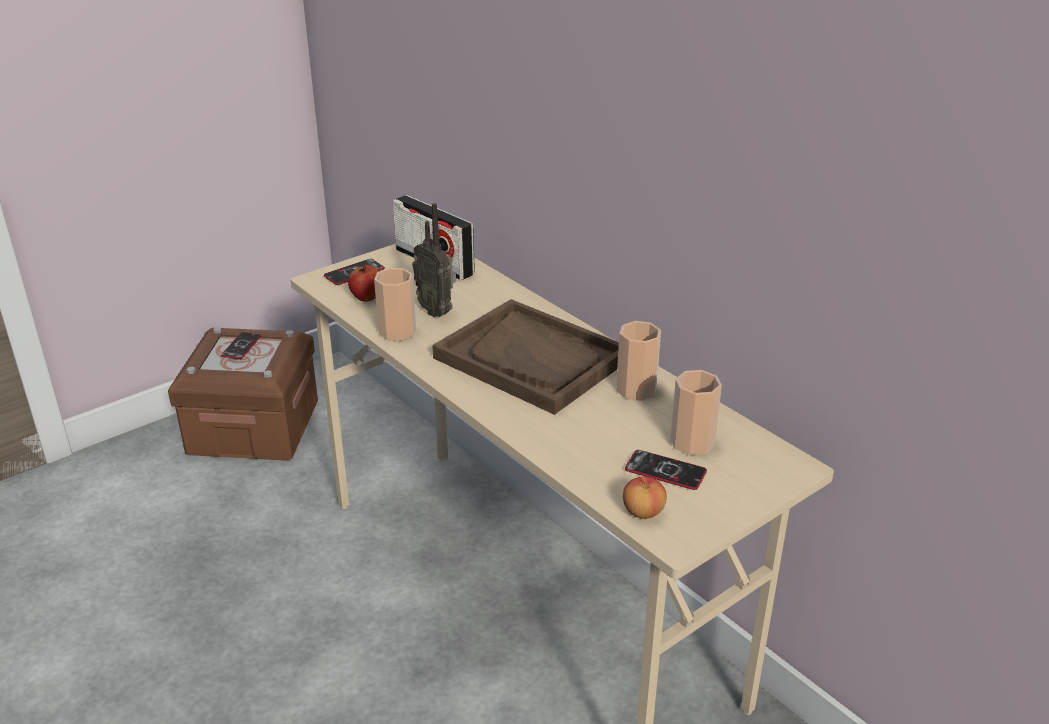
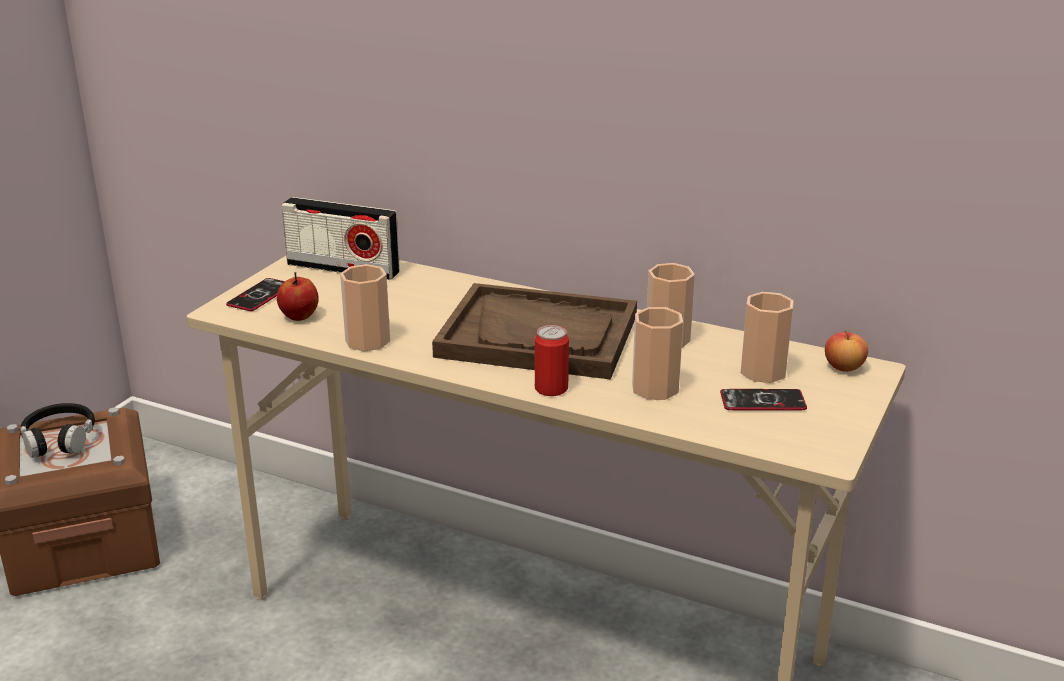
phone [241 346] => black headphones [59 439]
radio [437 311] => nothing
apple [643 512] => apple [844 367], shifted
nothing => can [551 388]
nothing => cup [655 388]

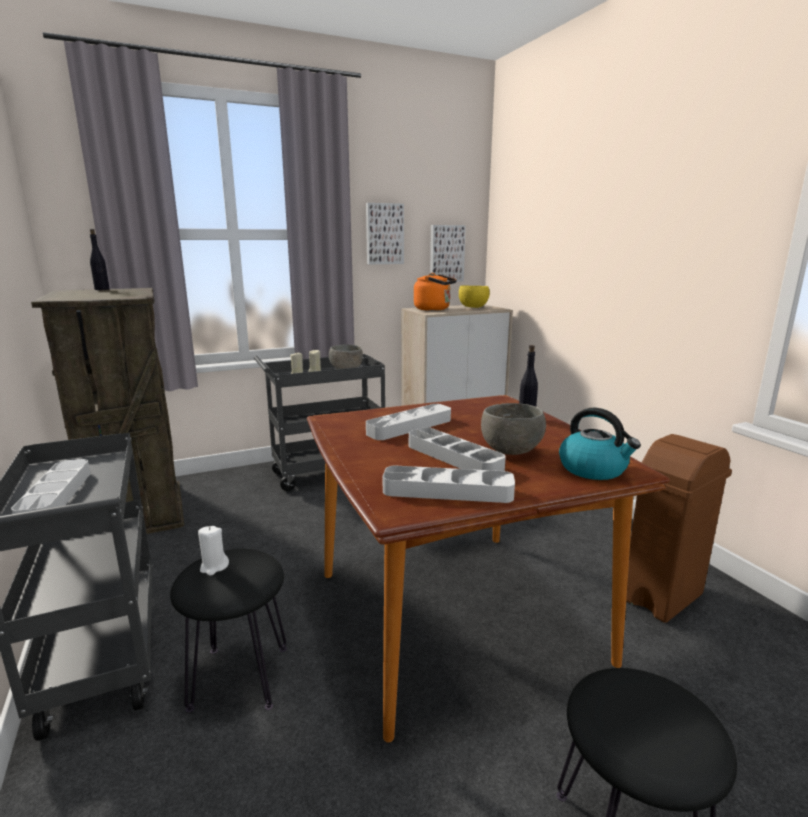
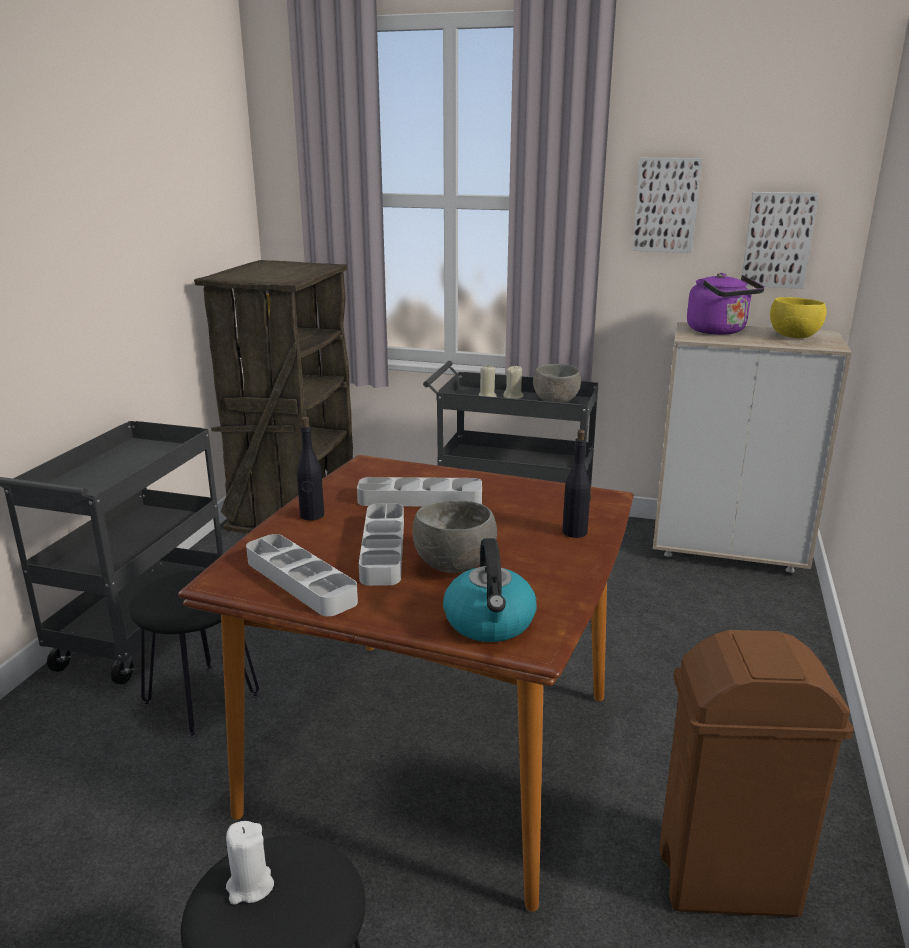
grey tray [56 496] => nothing
black bottle [102 289] => black bottle [312 515], shifted
white candle [214 567] => white candle [250 886], shifted
orange kettle [434 309] => purple kettle [719 331]

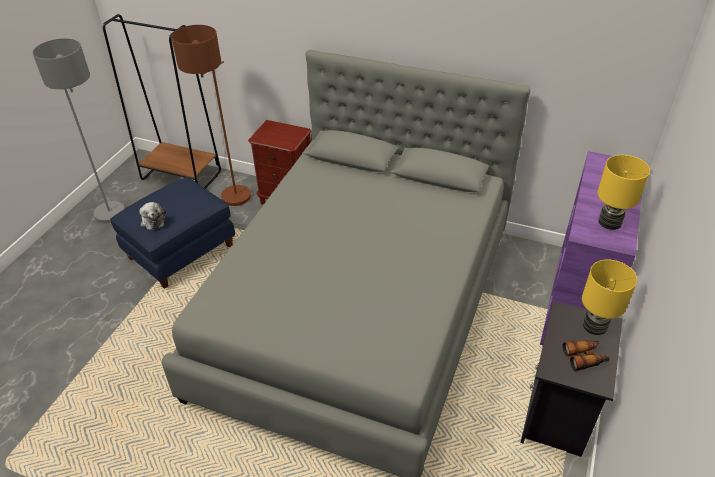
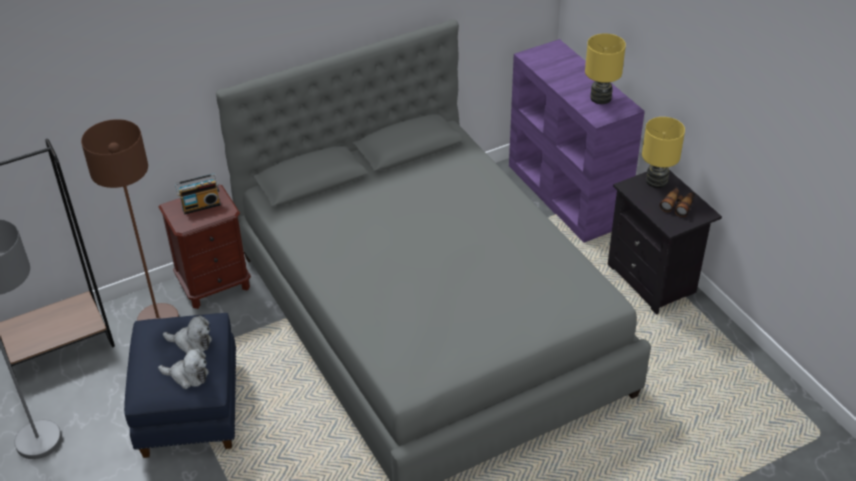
nothing => plush toy [191 343]
nothing => radio [201 205]

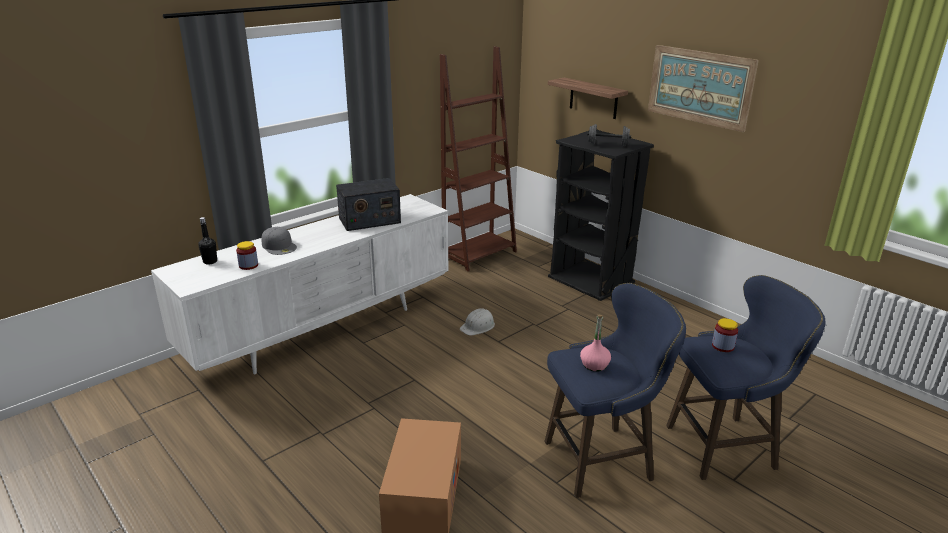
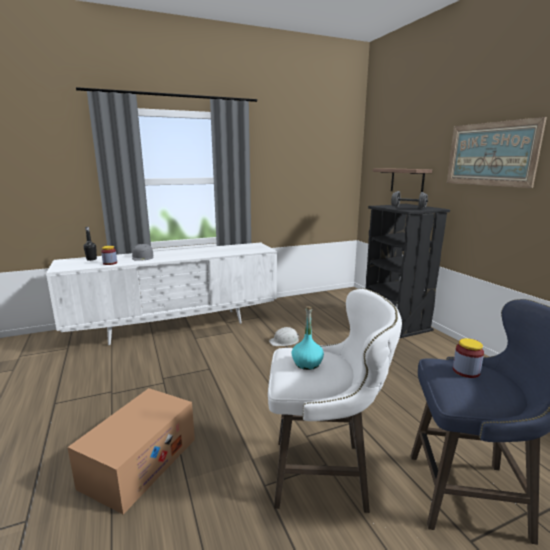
radio [369 220] => nothing
brown bookcase [479 255] => nothing
blue stool [602 459] => white stool [325 474]
pink bottle [594 365] => turquoise bottle [307 363]

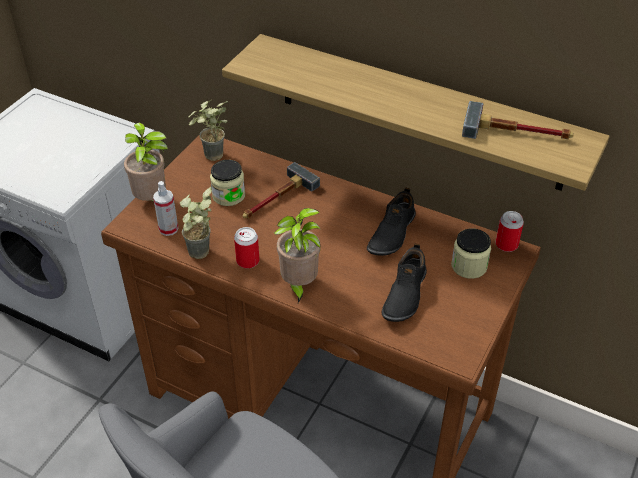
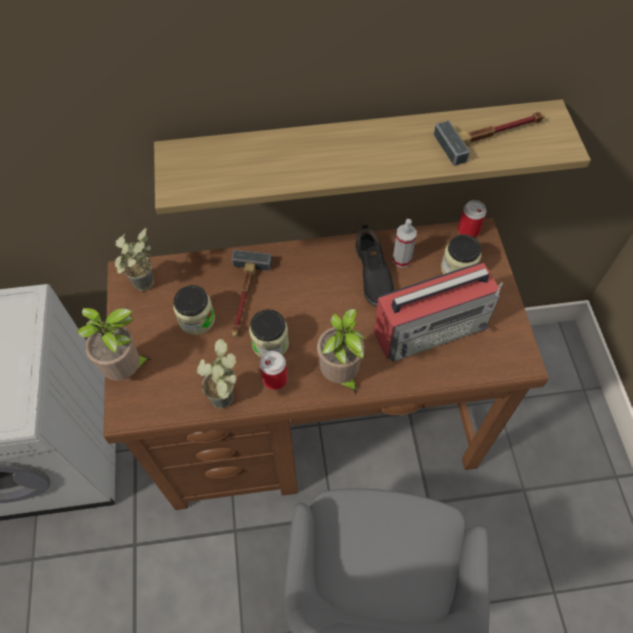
spray bottle [168 229] => spray bottle [401 259], shifted
black shoe [404 294] => radio [431 328]
nothing => jar [270 343]

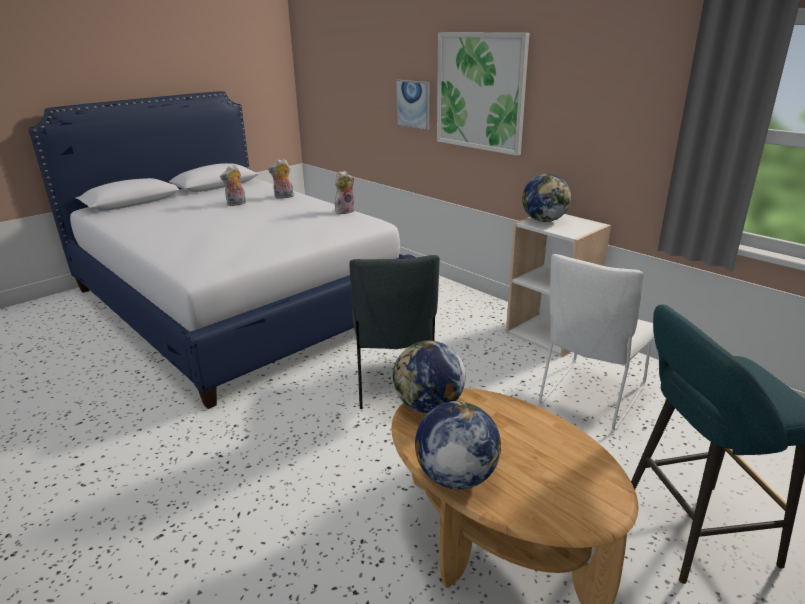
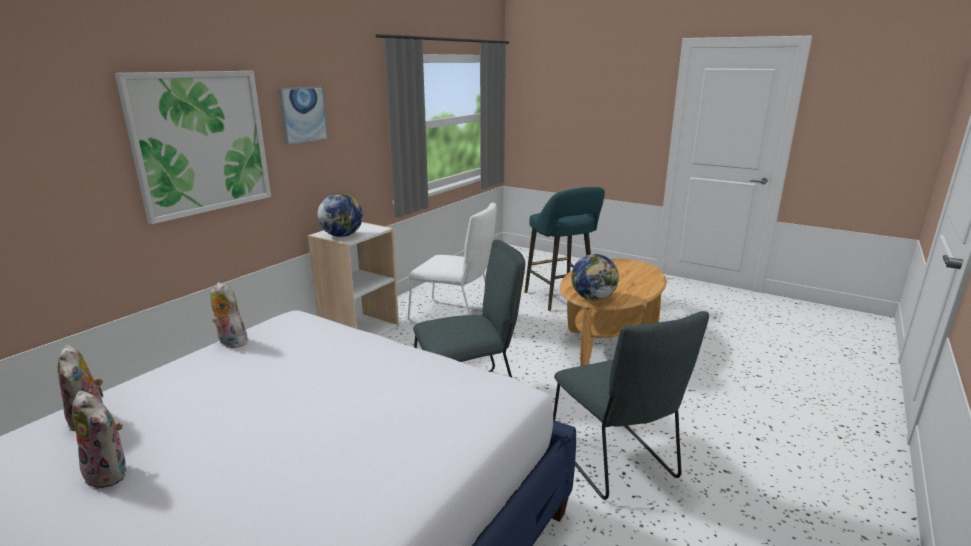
picture [413 104] => picture [302 114], shifted
globe [455 477] => nothing
nothing => grey chair [615 461]

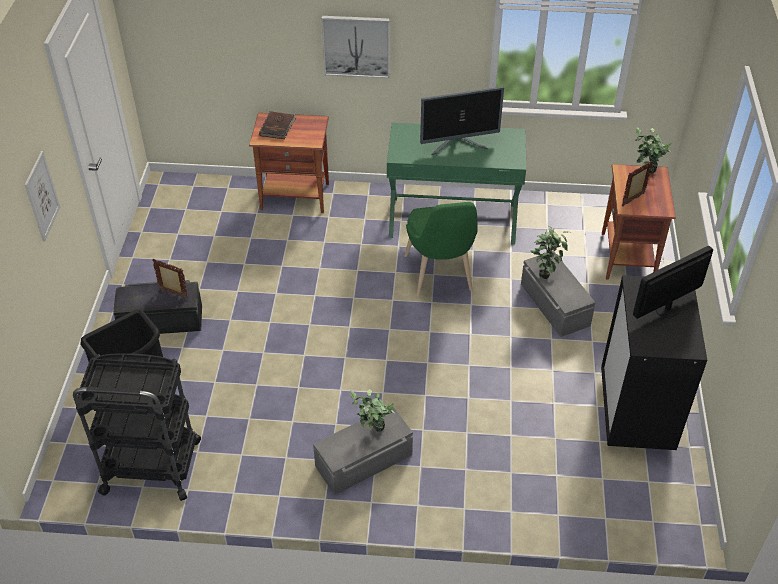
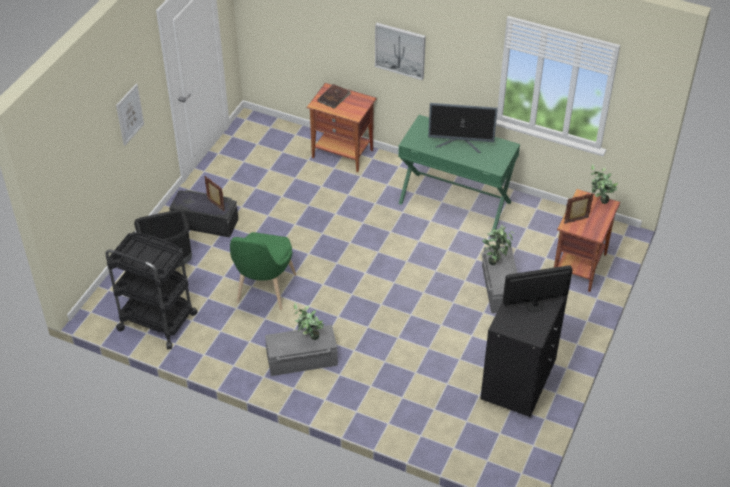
green chair [440 277] => green chair [264 292], shifted

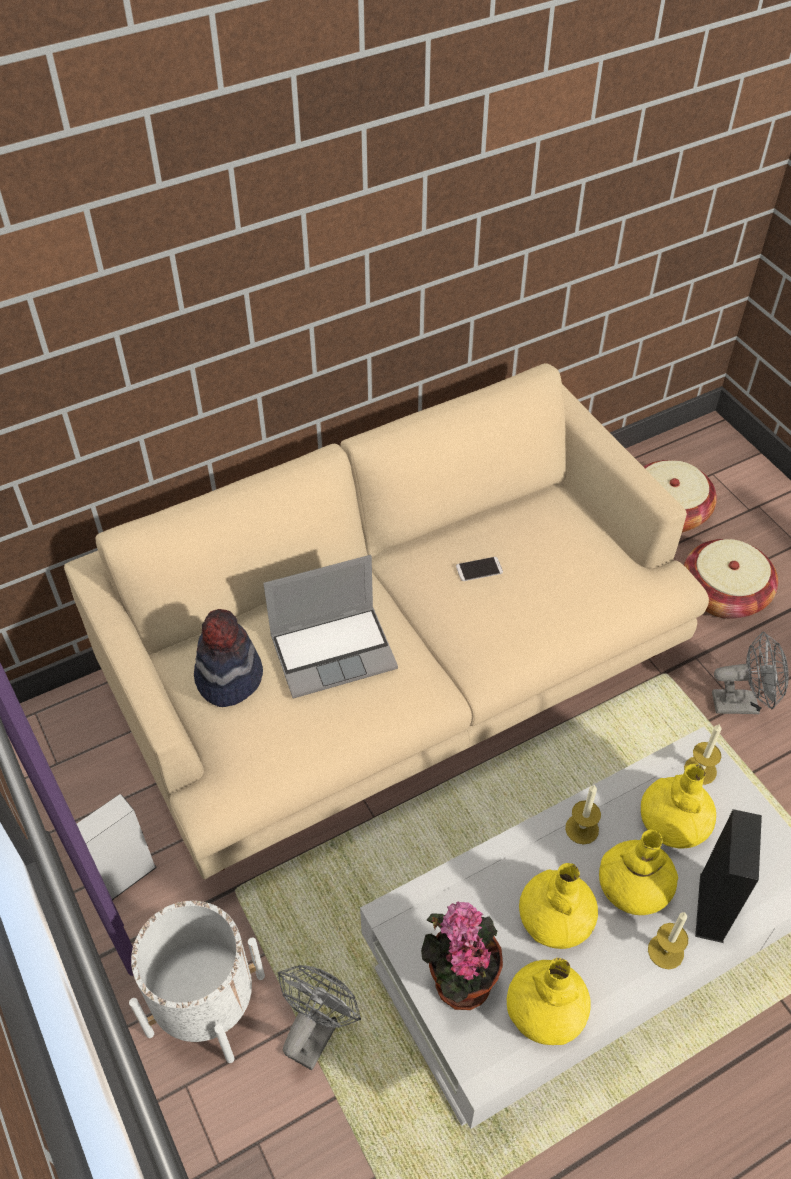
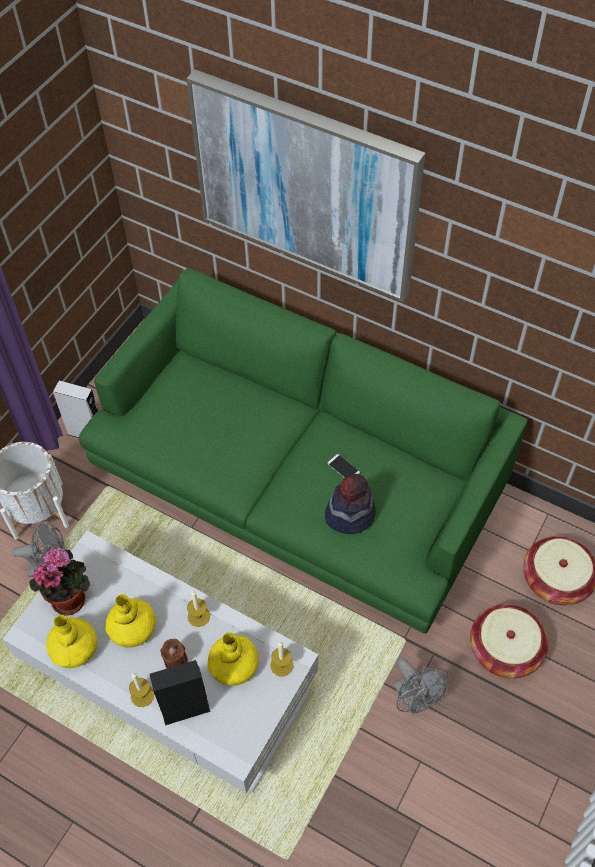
beige sofa [393 670] => green sofa [299 484]
hat [228 677] => hat [350 514], shifted
laptop [334 651] => nothing
yellow vase [634 886] => brown candle [176 661]
nothing => picture [306 185]

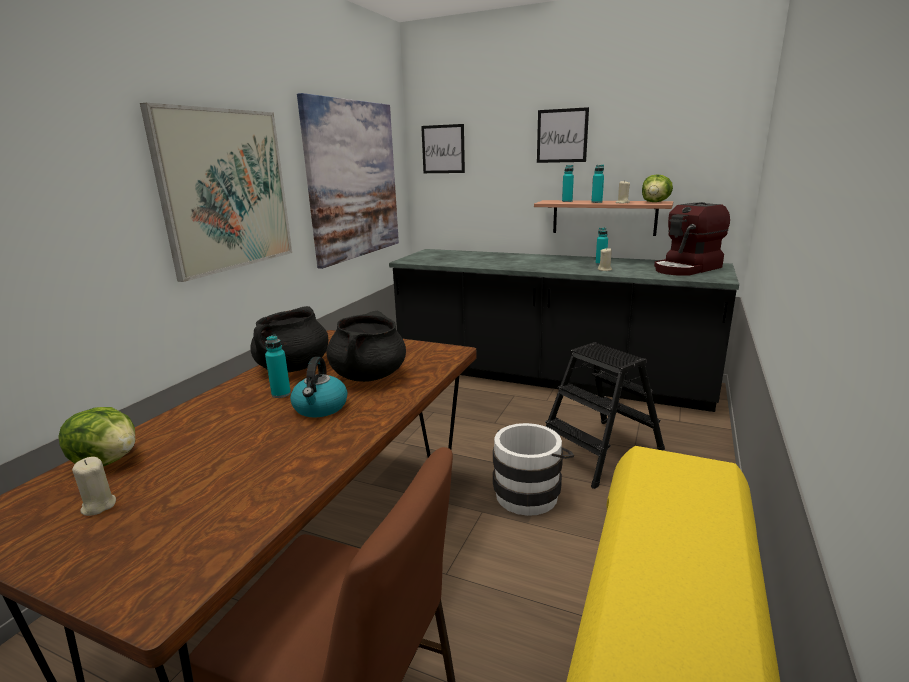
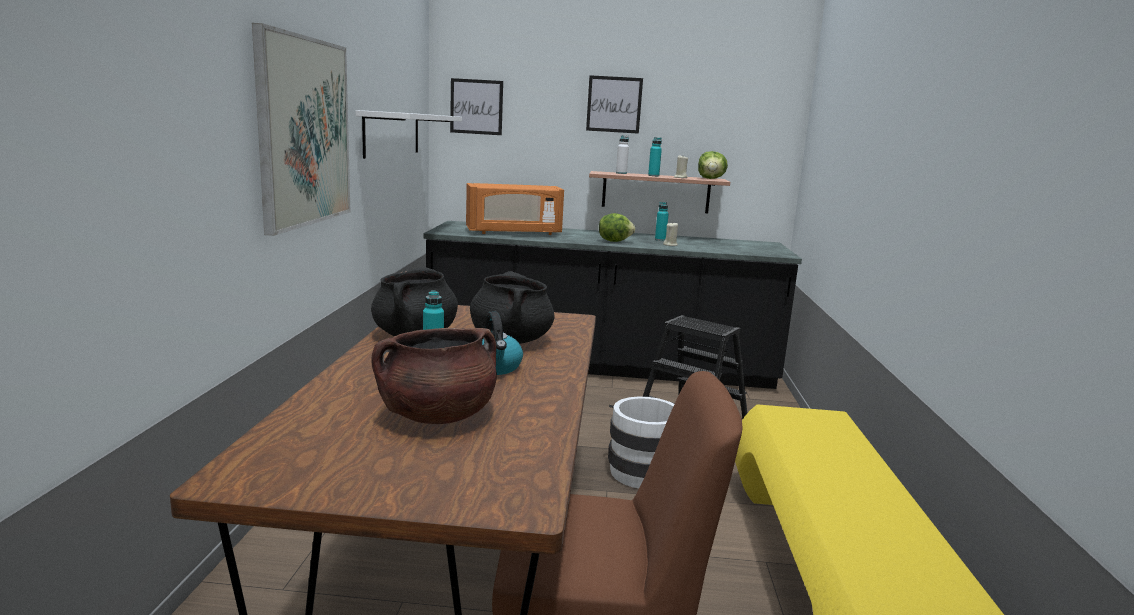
lettuce [108 460] => lettuce [614 241], shifted
beige candle [98 506] => nothing
picture [353 180] => white shelf [392 134]
turquoise bottle [567 201] => white bottle [621 173]
coffee machine [687 269] => nothing
nothing => brown cooking pot [437 416]
nothing => orange microwave [514 232]

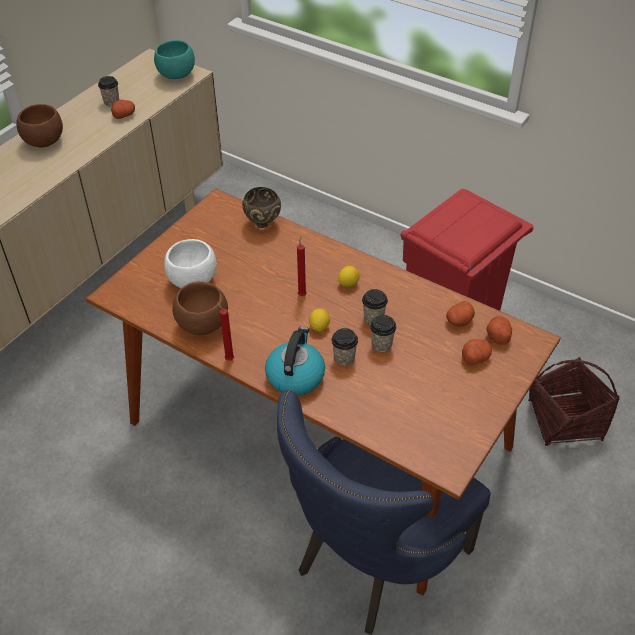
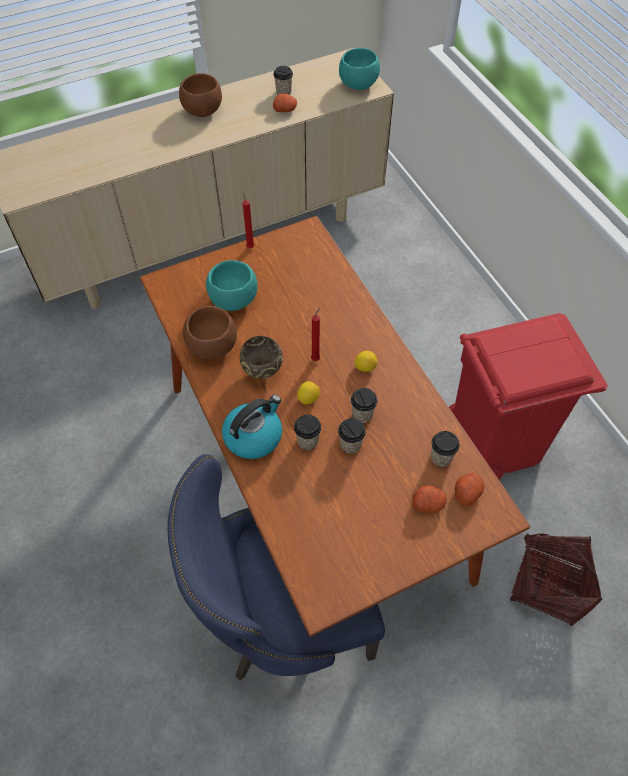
white bowl [192 281] => turquoise bowl [233 300]
red candle [228 358] => red candle [250 246], shifted
brown bowl [263 223] => brown bowl [262 373], shifted
potato [459 321] => cup [441 457]

